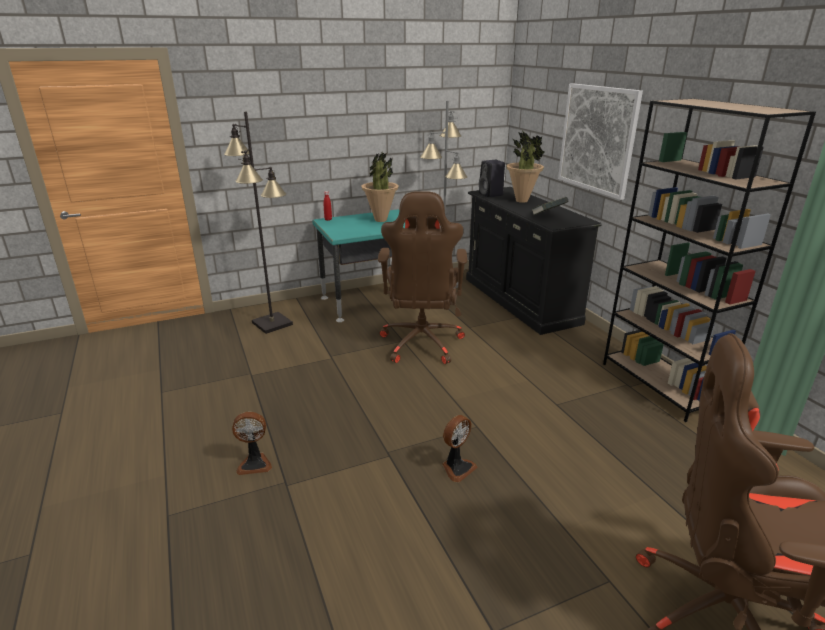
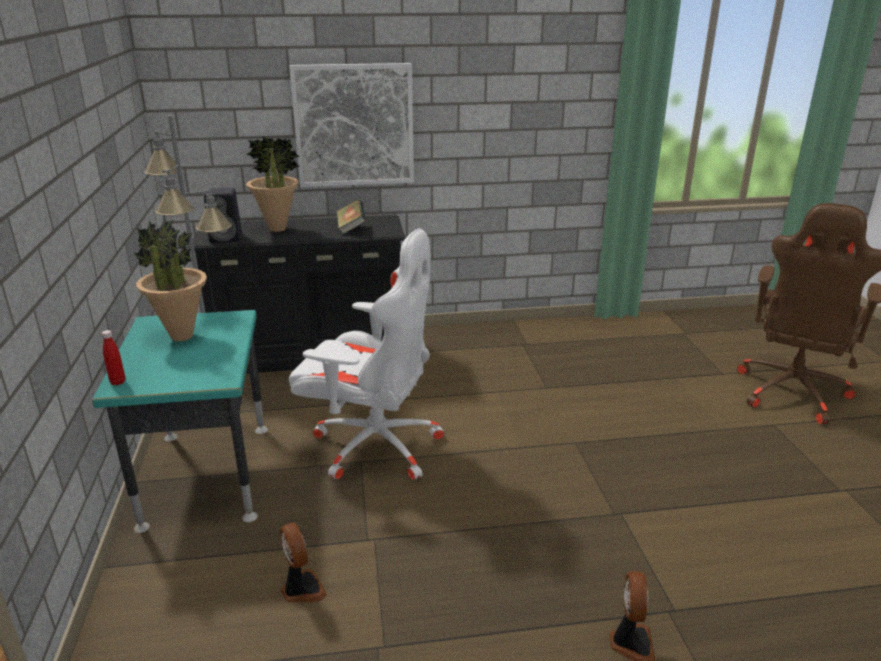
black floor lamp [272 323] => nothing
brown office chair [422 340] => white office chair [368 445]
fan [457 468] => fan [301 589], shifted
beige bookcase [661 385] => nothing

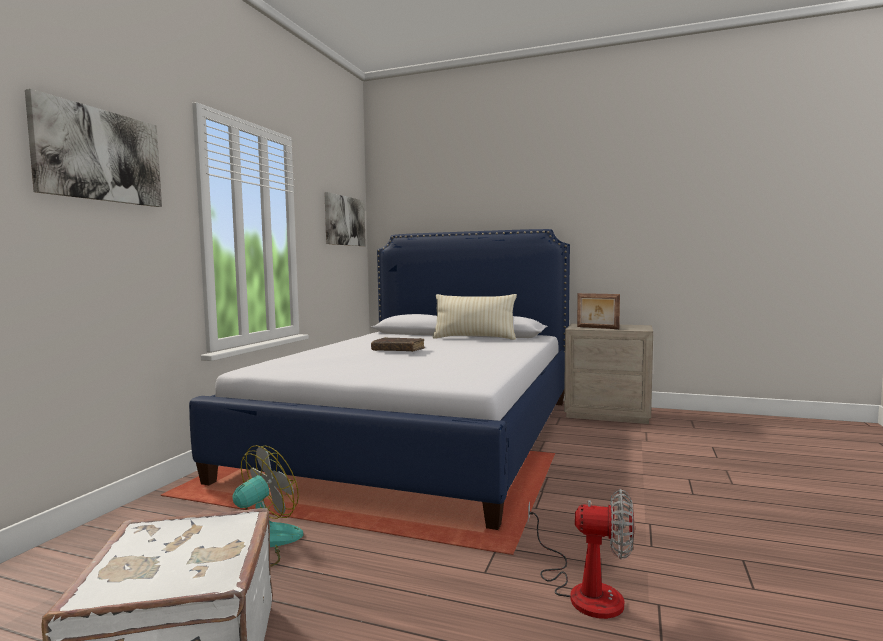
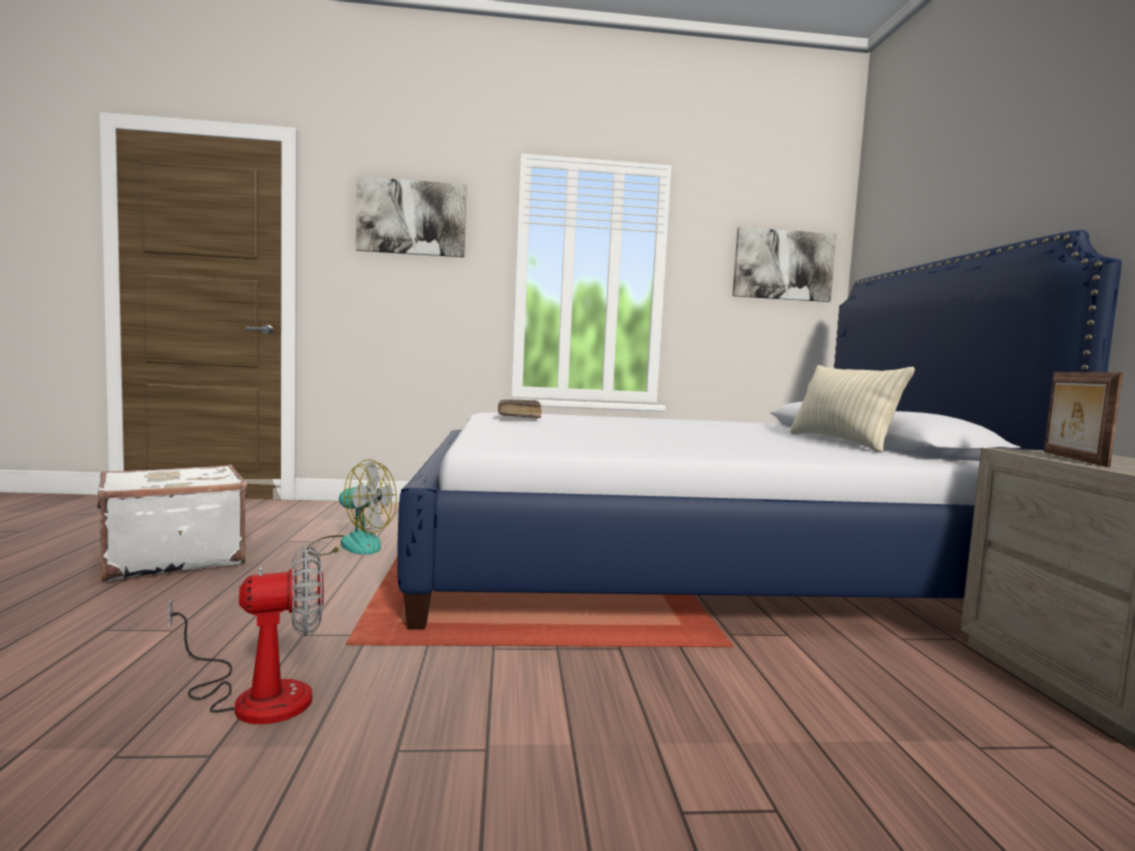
brown book [398 350] => brown book [519 415], shifted
fan [584 590] => fan [256 695], 105 degrees counterclockwise

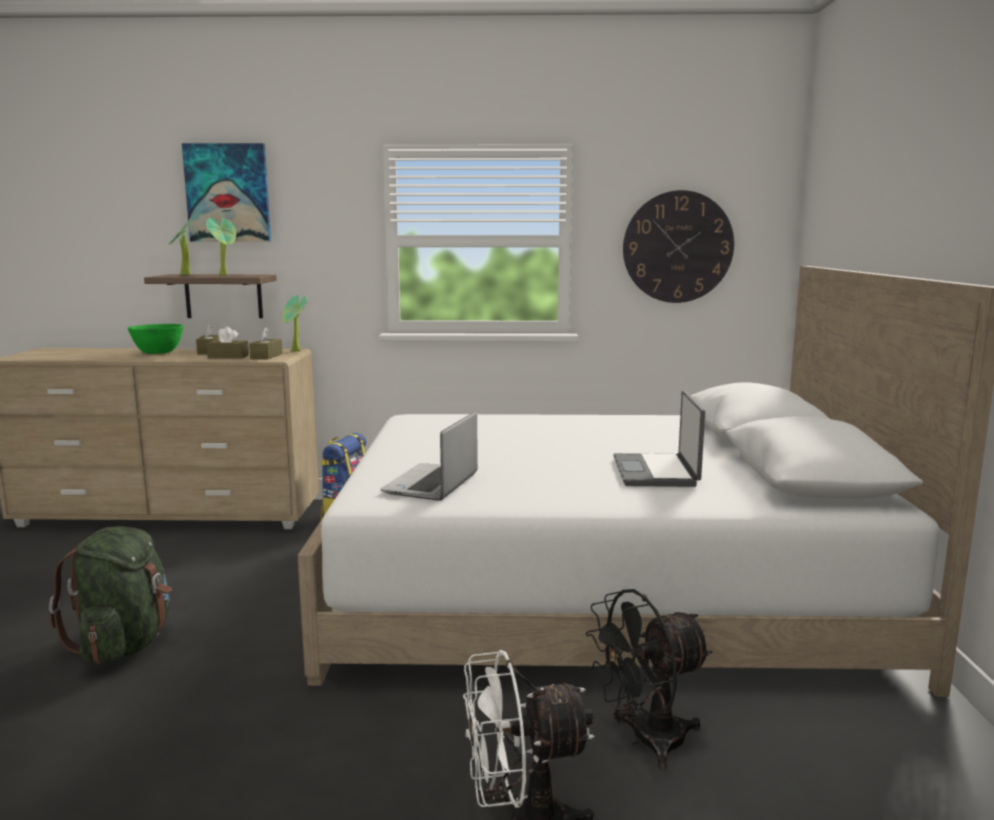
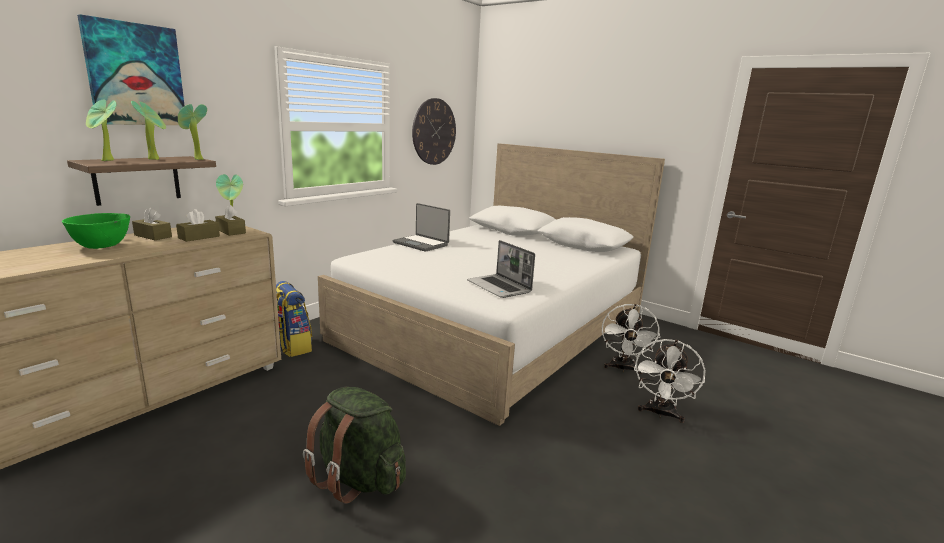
black fan [646 741] => white fan [623 369]
laptop [656 472] => laptop [421 244], shifted
nothing => potted plant [196 159]

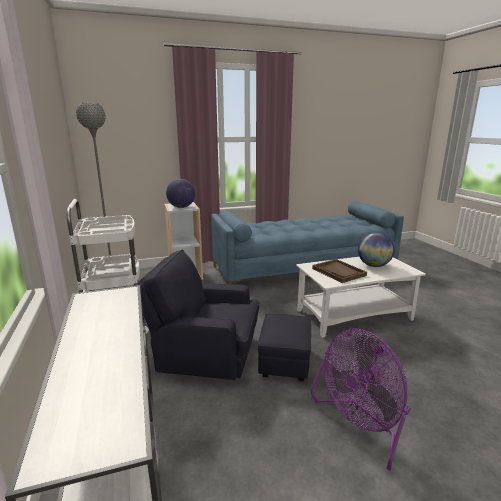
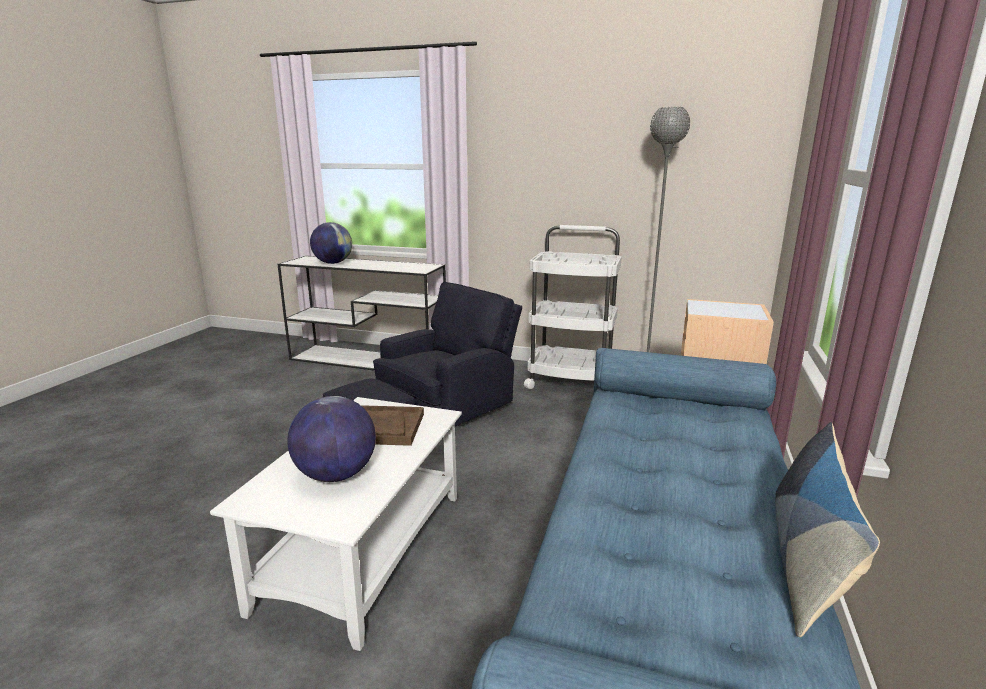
globe [181 207] => globe [333 263], shifted
purple fan [360 421] => nothing
nothing => pillow [806 559]

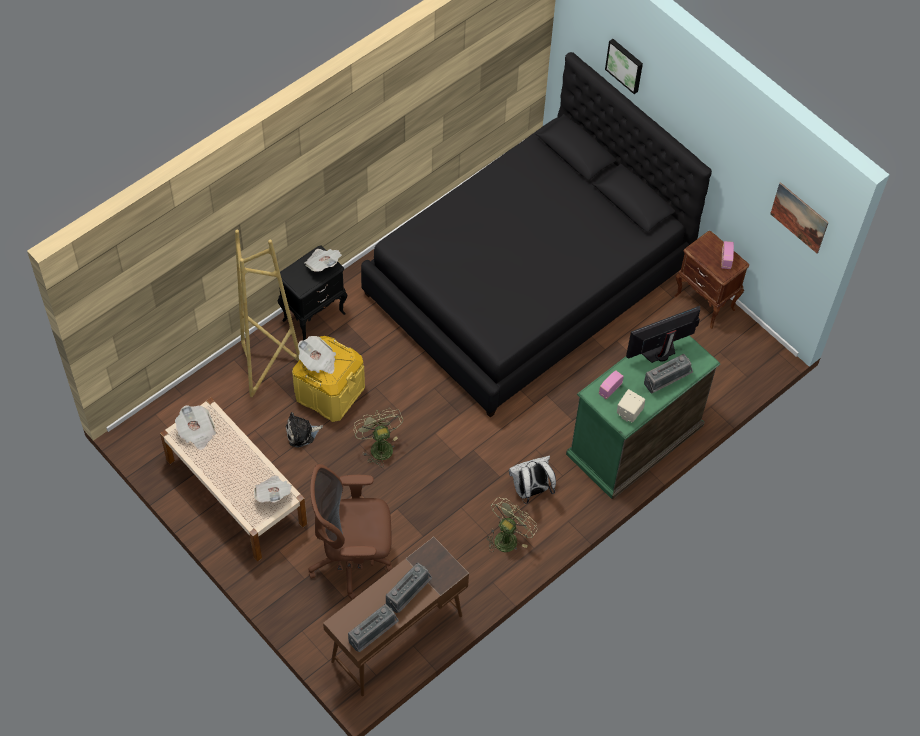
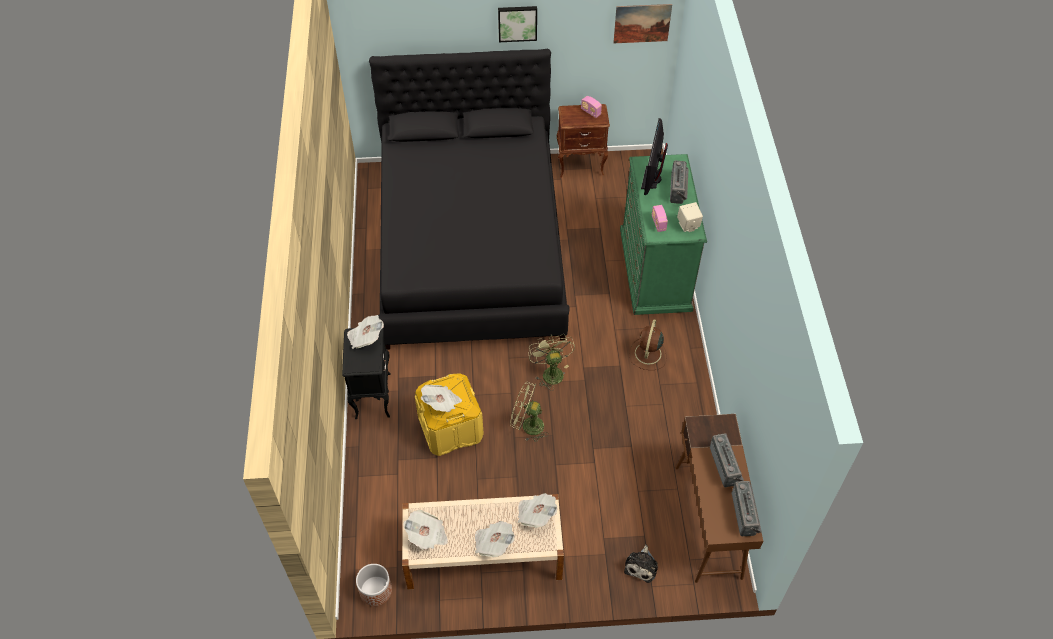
yellow clothes rack [265 367] => nothing
plush toy [302 433] => plush toy [642 566], shifted
brown office chair [354 557] => nothing
green fan [508 537] => green fan [550 372], shifted
white backpack [531 491] => brown fan [647 354]
picture [625 65] => picture [517 23], shifted
nothing => planter [376 590]
nothing => newspaper [493 543]

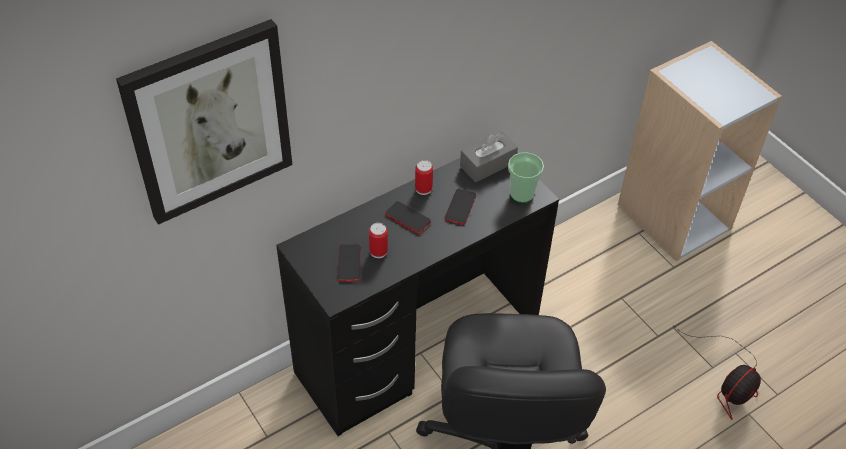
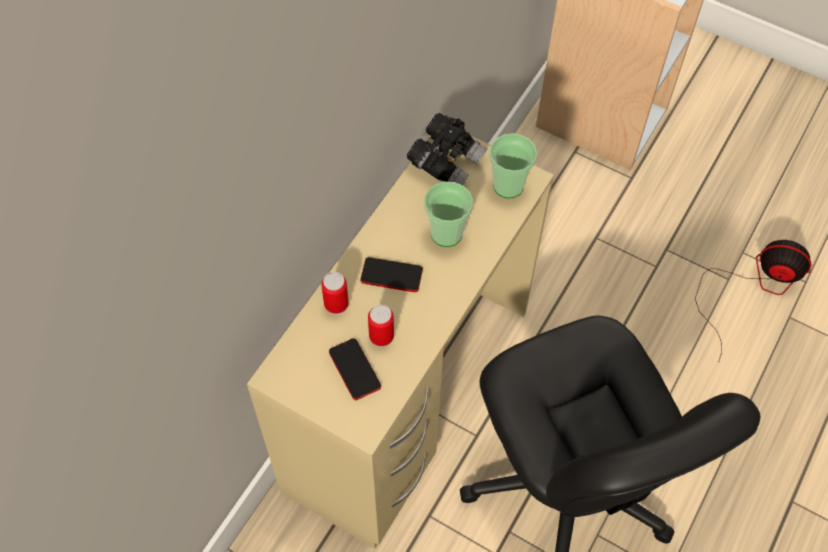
picture [209 122] => nothing
black desk [417 348] => beige desk [407 397]
can [423 189] => can [336 305], shifted
phone [460 207] => cup [446 233]
grey tissue box [488 164] => black binoculars [446 161]
fan [729 381] => fan [753 288], 90 degrees counterclockwise

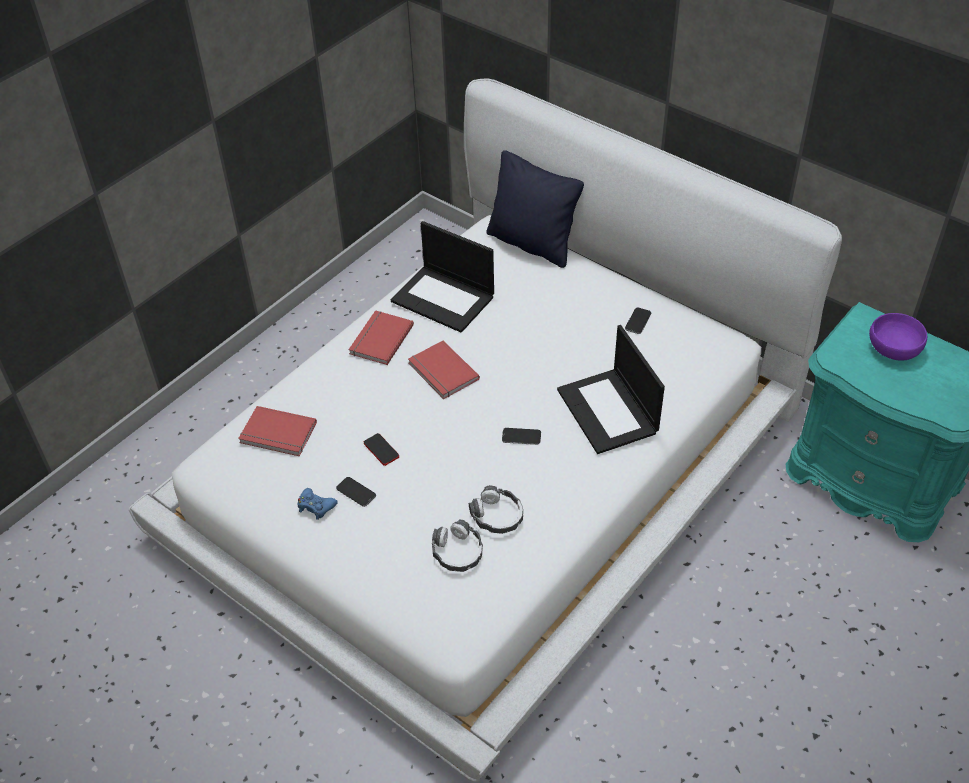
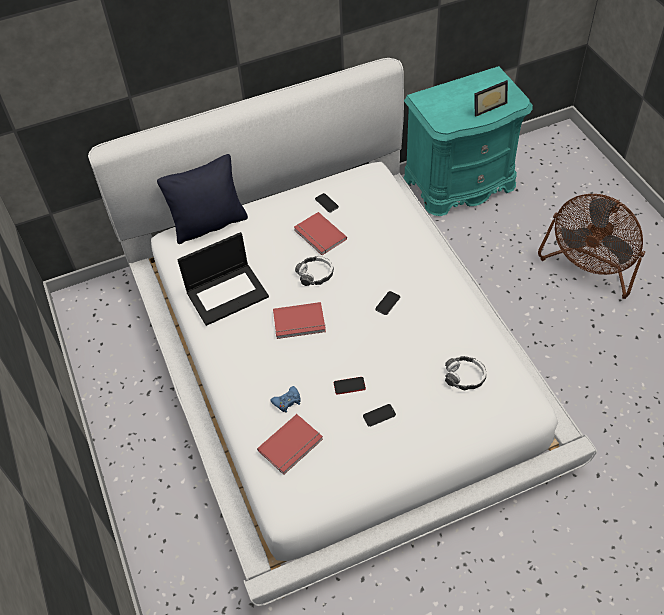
blue game controller [316 506] => blue game controller [287 401], shifted
red book [379 339] => red book [319 235], shifted
headphones [497 516] => headphones [315 274], shifted
laptop [609 412] => nothing
purple bowl [894 349] => nothing
nothing => picture frame [487 106]
nothing => brown fan [587 265]

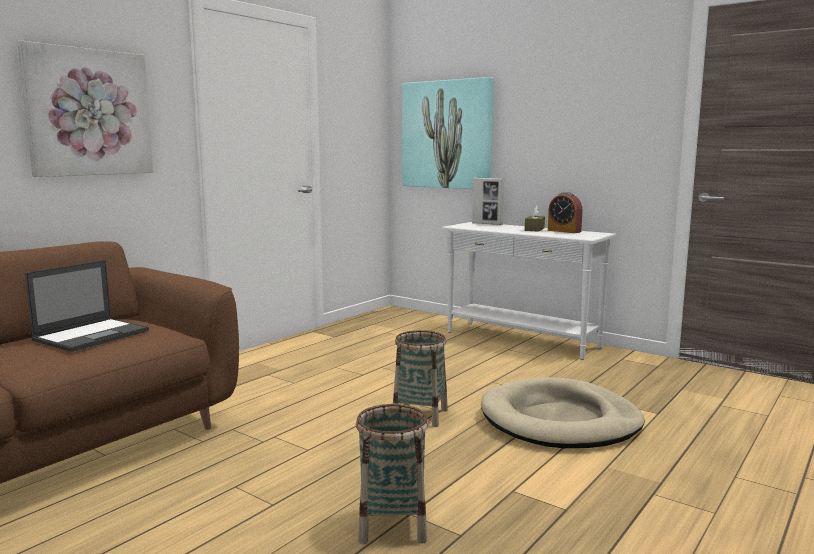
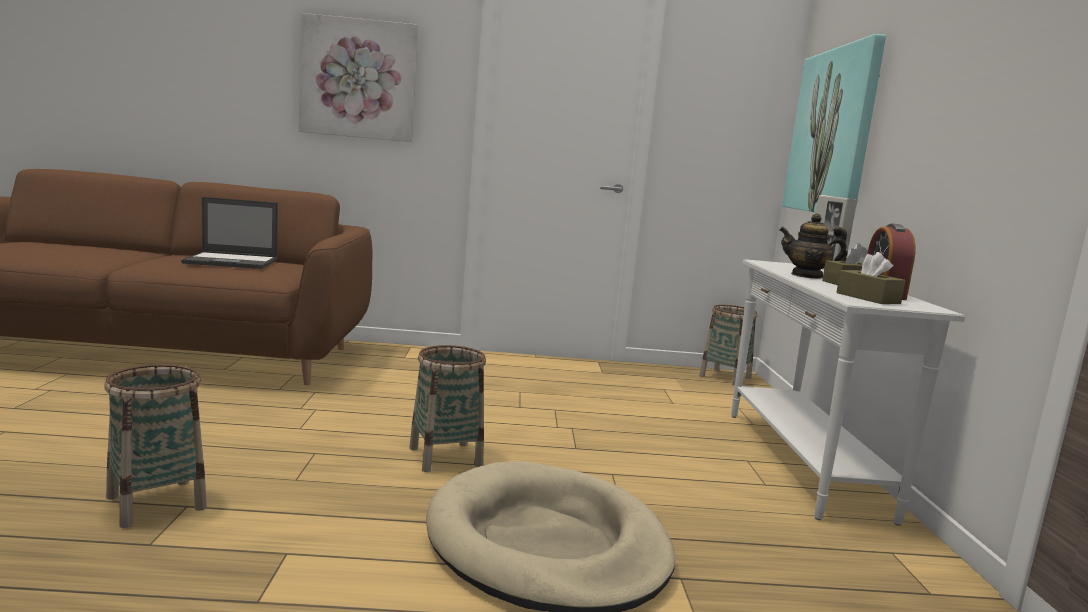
nothing => basket [725 377]
nothing => teapot [807 276]
nothing => brown tissue box [867 298]

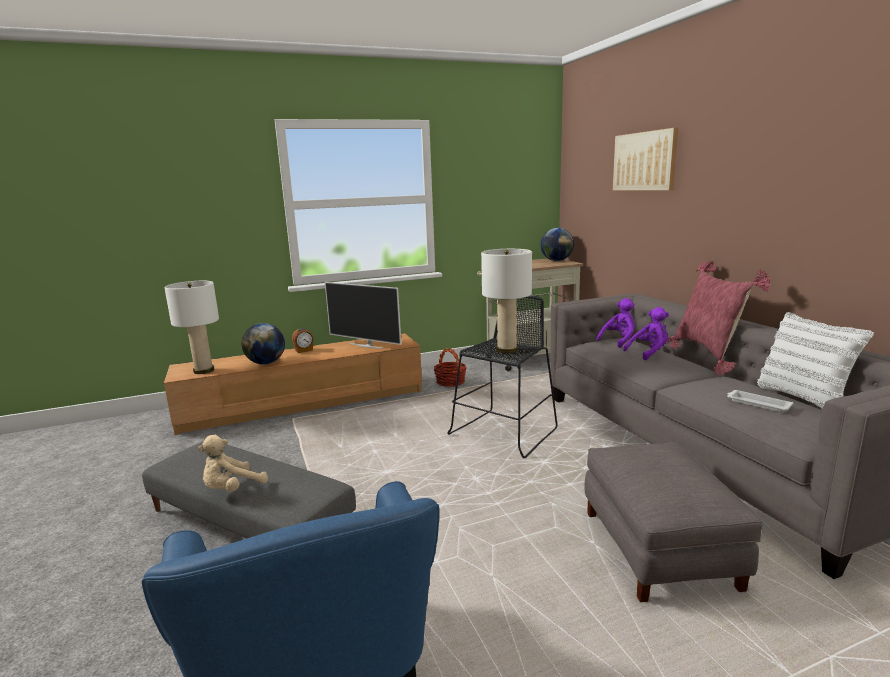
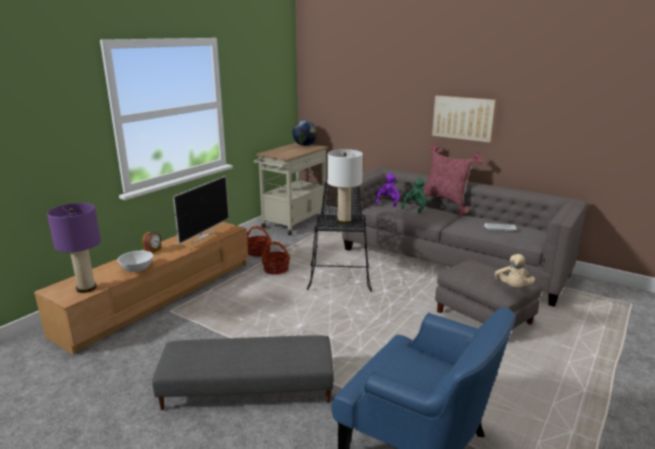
white table lamp [204 371] => purple table lamp [86 288]
beige plush toy [232 489] => beige plush toy [513 288], shifted
globe [266 363] => white bowl [137 268]
television [367 345] => television [203 236], 60 degrees counterclockwise
picture [644 161] => picture [463 118], shifted
purple plush toy [649 353] => green plush toy [414 207]
white pillow [804 398] => nothing
nothing => basket [276 269]

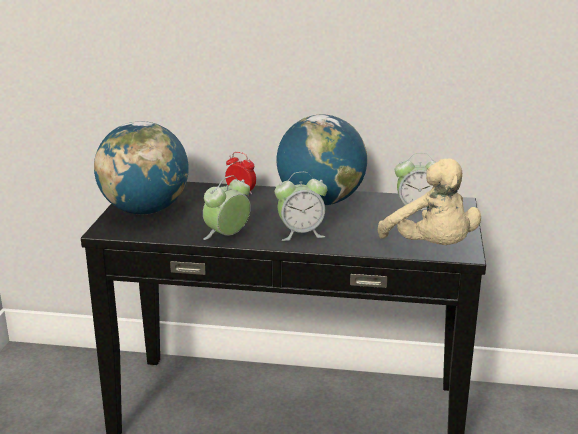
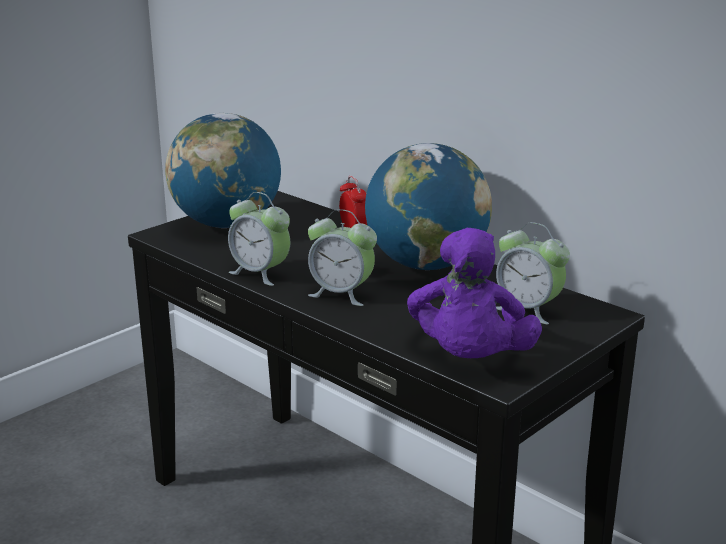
alarm clock [227 236] => alarm clock [260 273], 135 degrees counterclockwise
beige plush toy [431 248] => purple plush toy [469 359]

